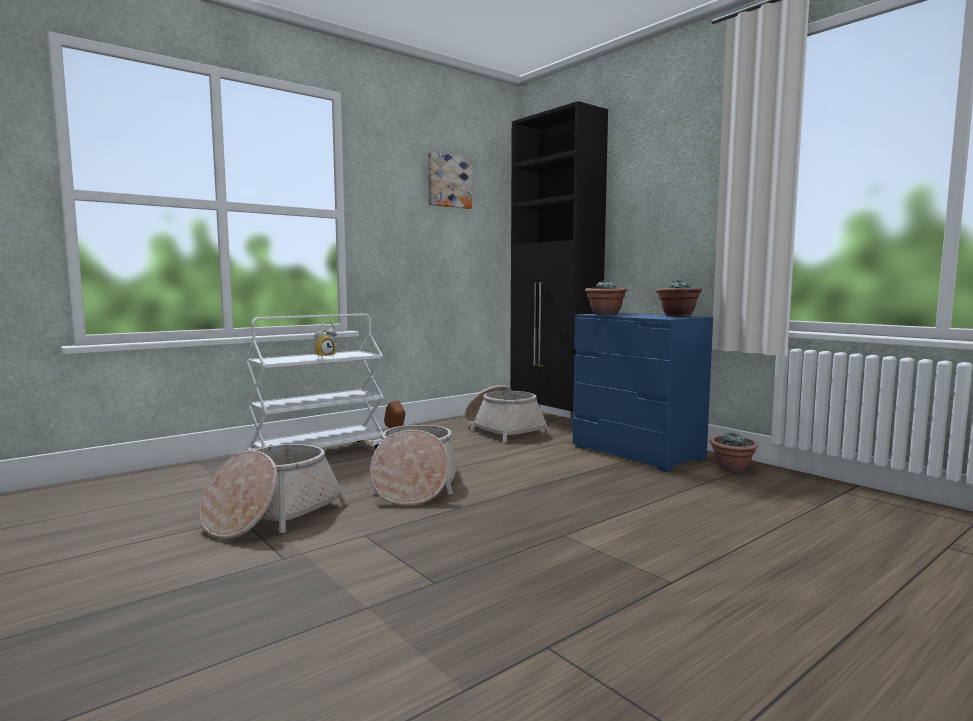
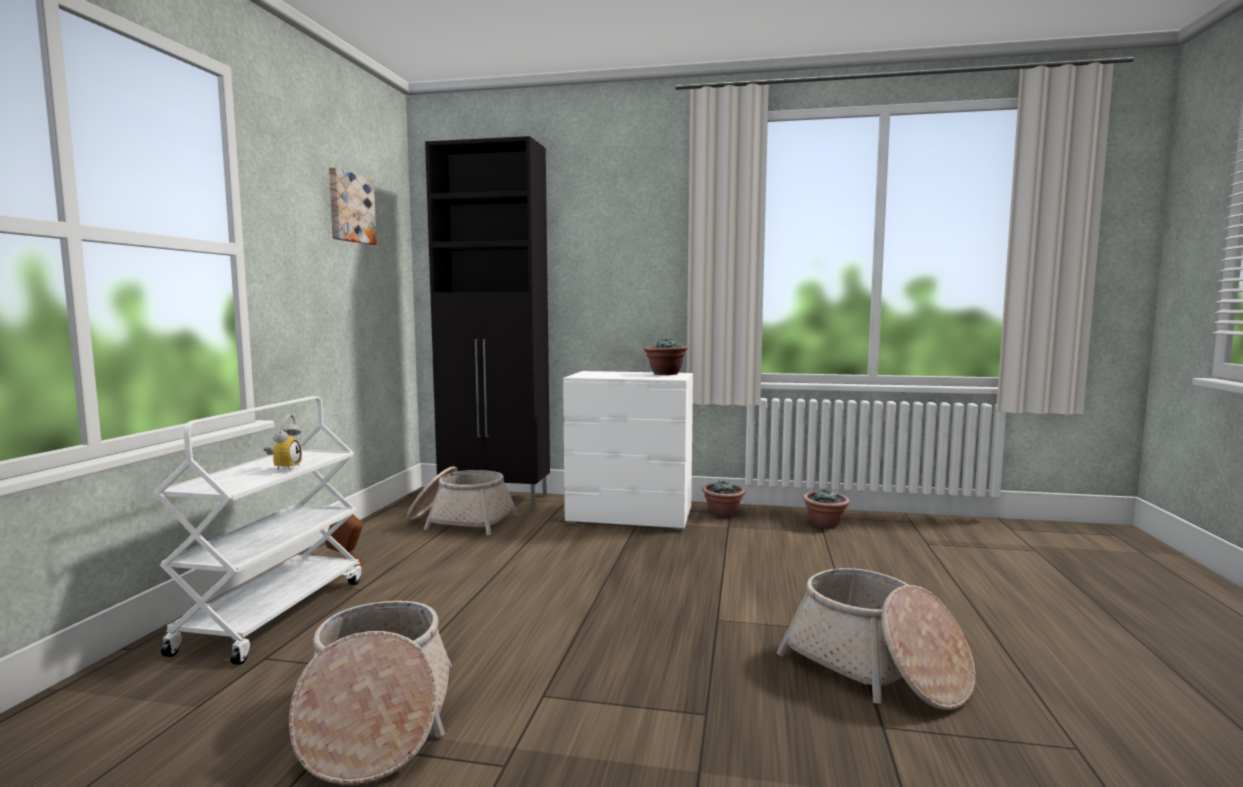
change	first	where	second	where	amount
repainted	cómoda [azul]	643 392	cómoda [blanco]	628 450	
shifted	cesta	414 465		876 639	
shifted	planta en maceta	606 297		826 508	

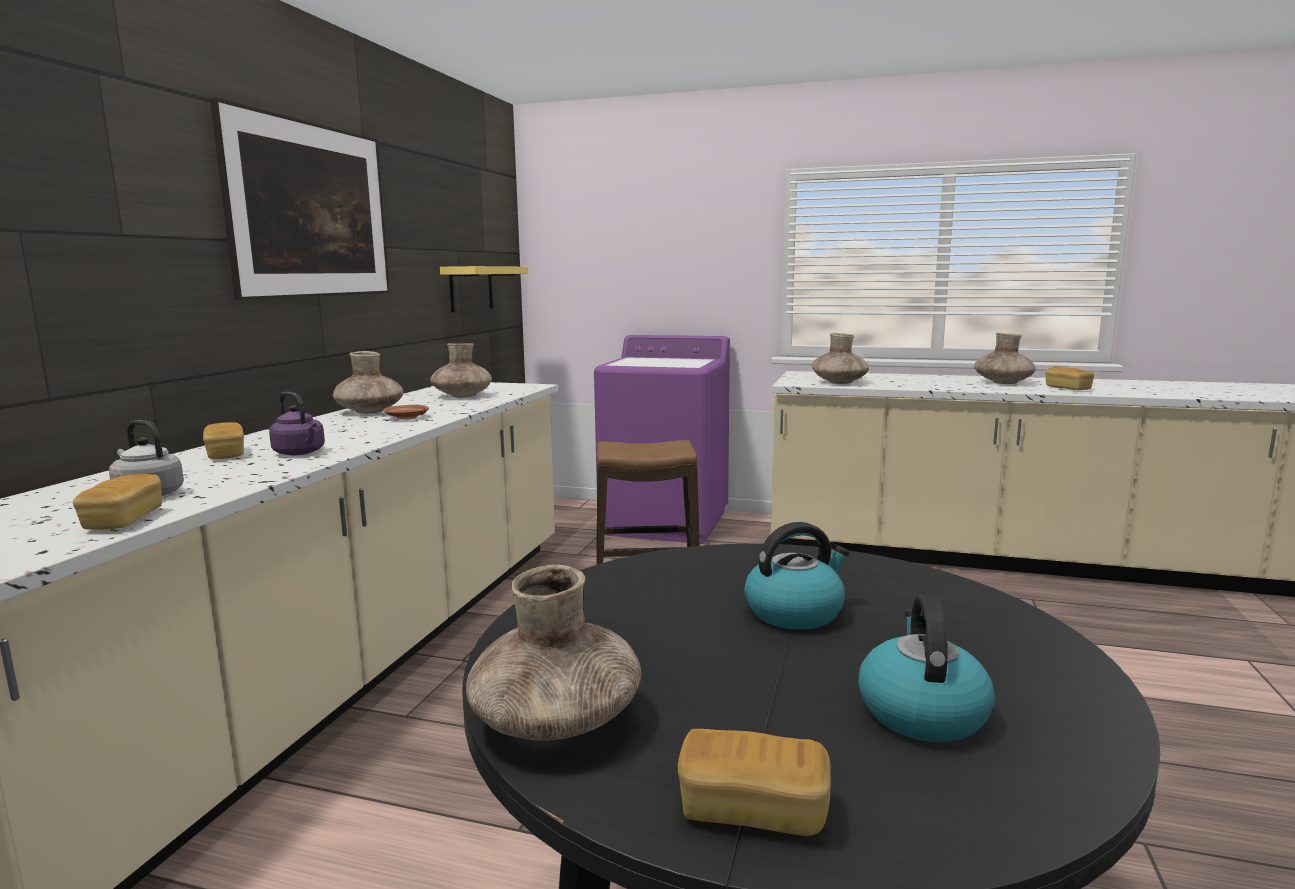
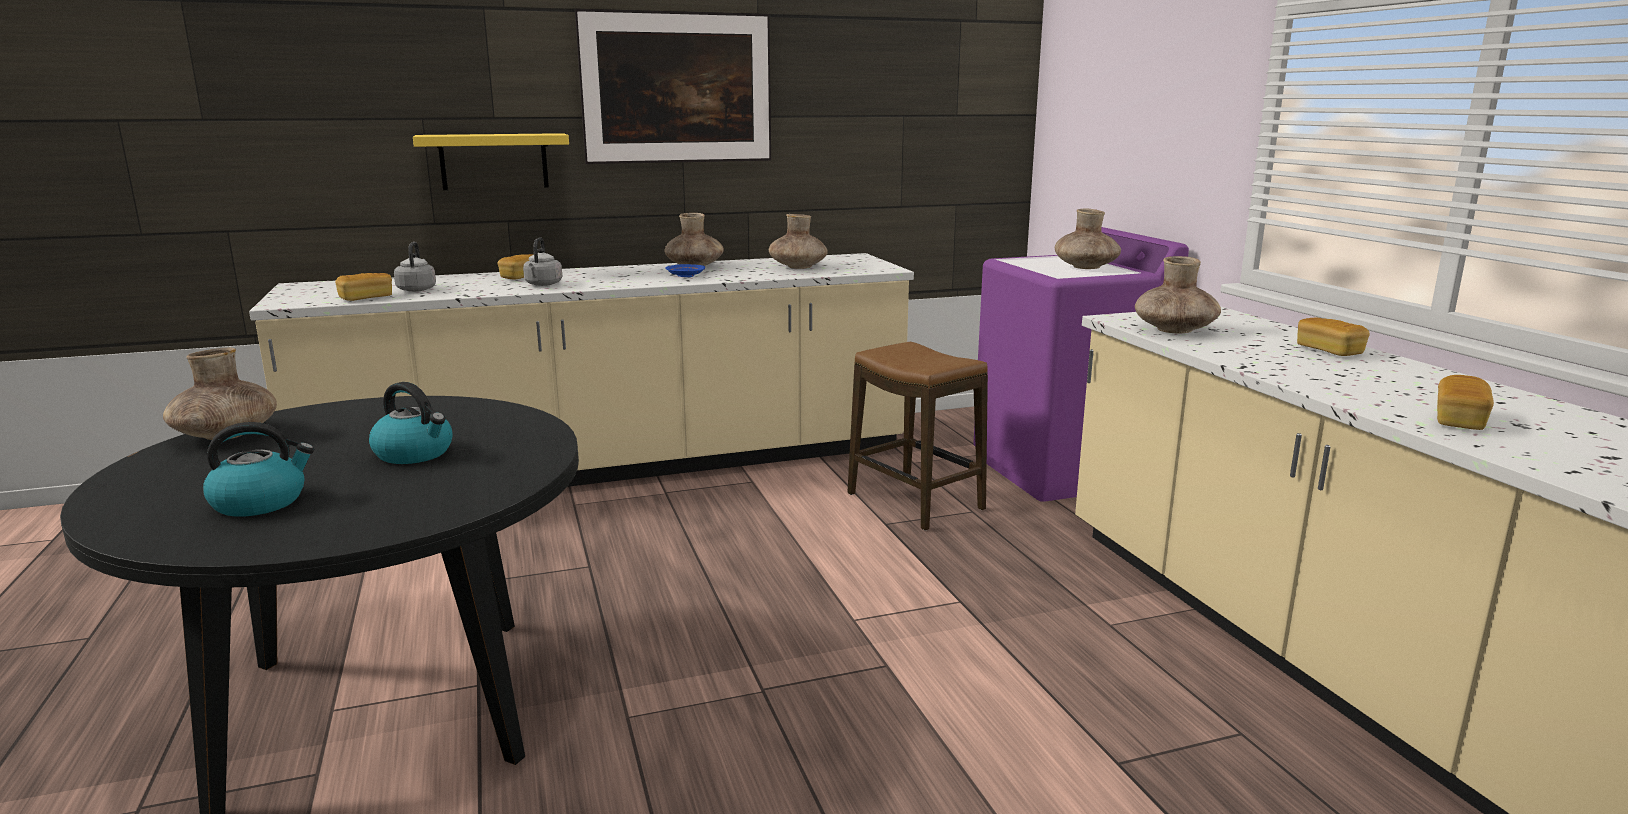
change	first	where	second	where	amount
shifted	estante [amarillo]	484 289		491 161	
repainted	hervidor [morado]	297 423	hervidor [gris]	542 261	
repainted	plato [marrón]	406 412	plato [azul]	685 270	
shifted	florero [marrón]	1005 358		1088 239	
shifted	pan	754 782		1333 337	

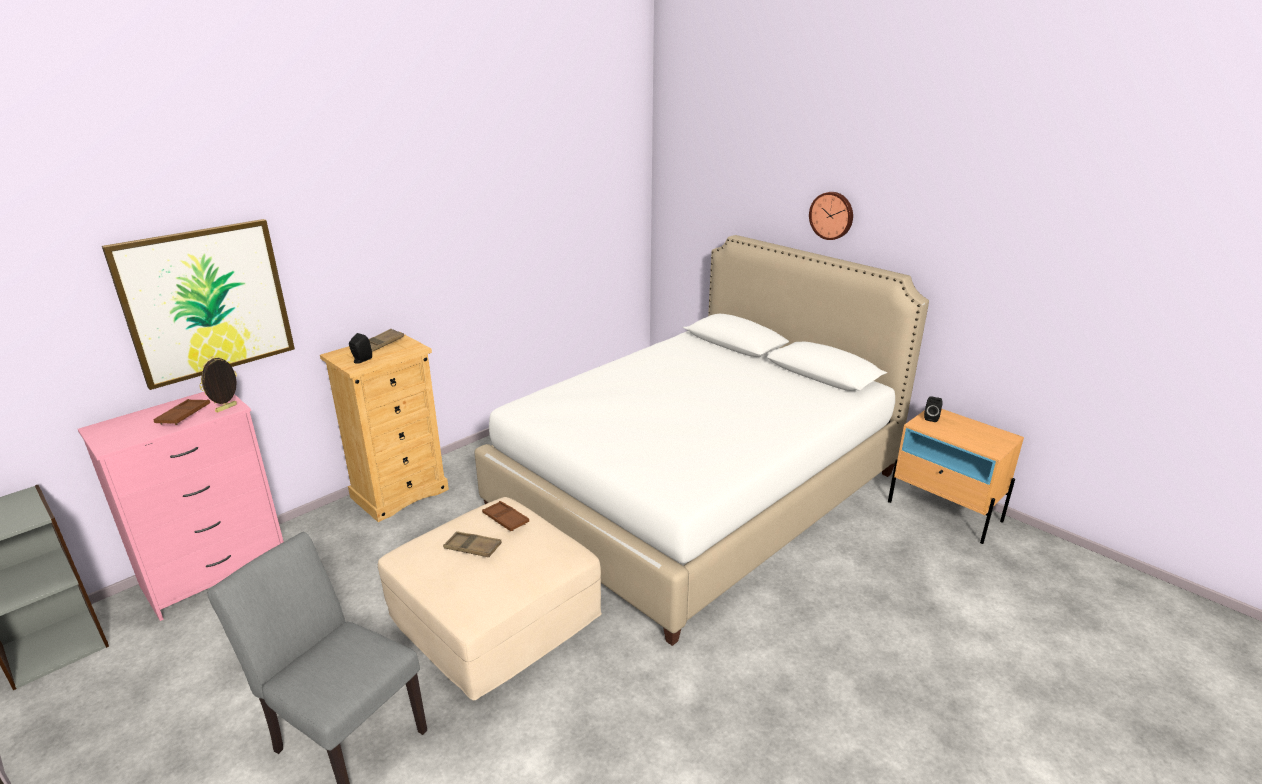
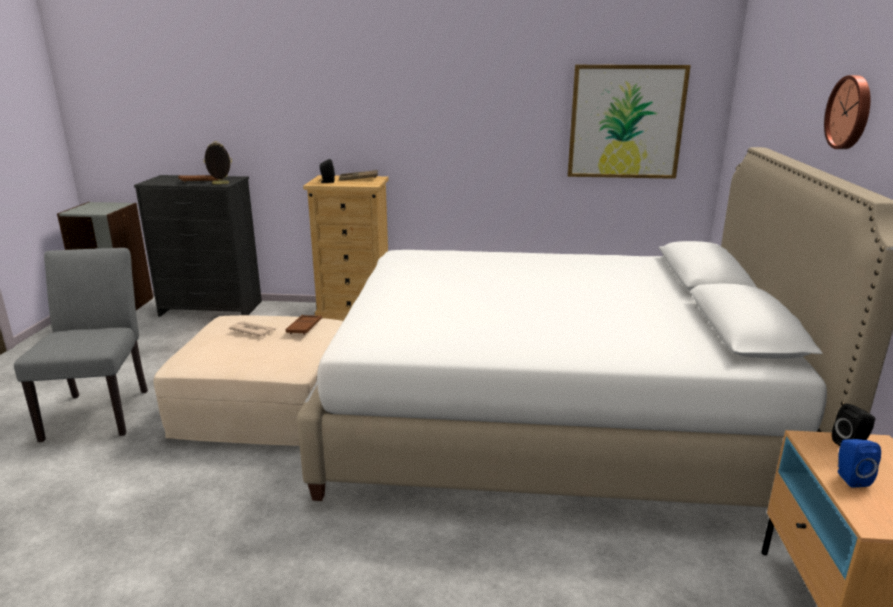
change	first	where	second	where	amount
repainted	cómoda [rosa]	181 506	cómoda [negro]	198 246	
swapped	bandeja [marrón]	472 544	periódico	252 329	
shifted	cuadro	198 304		629 122	
new			altavoz [azul]	859 463	

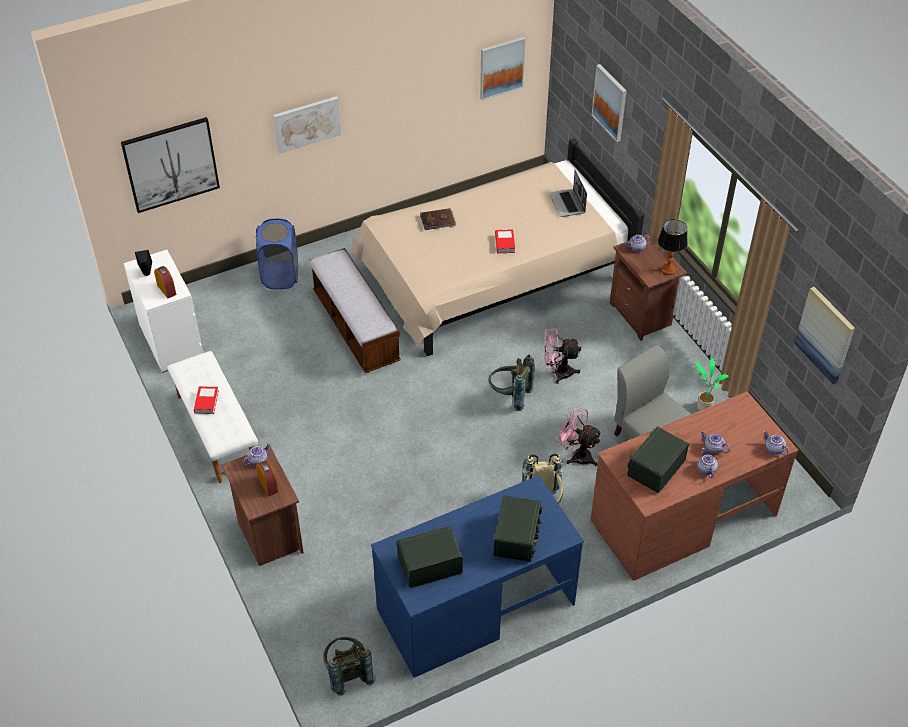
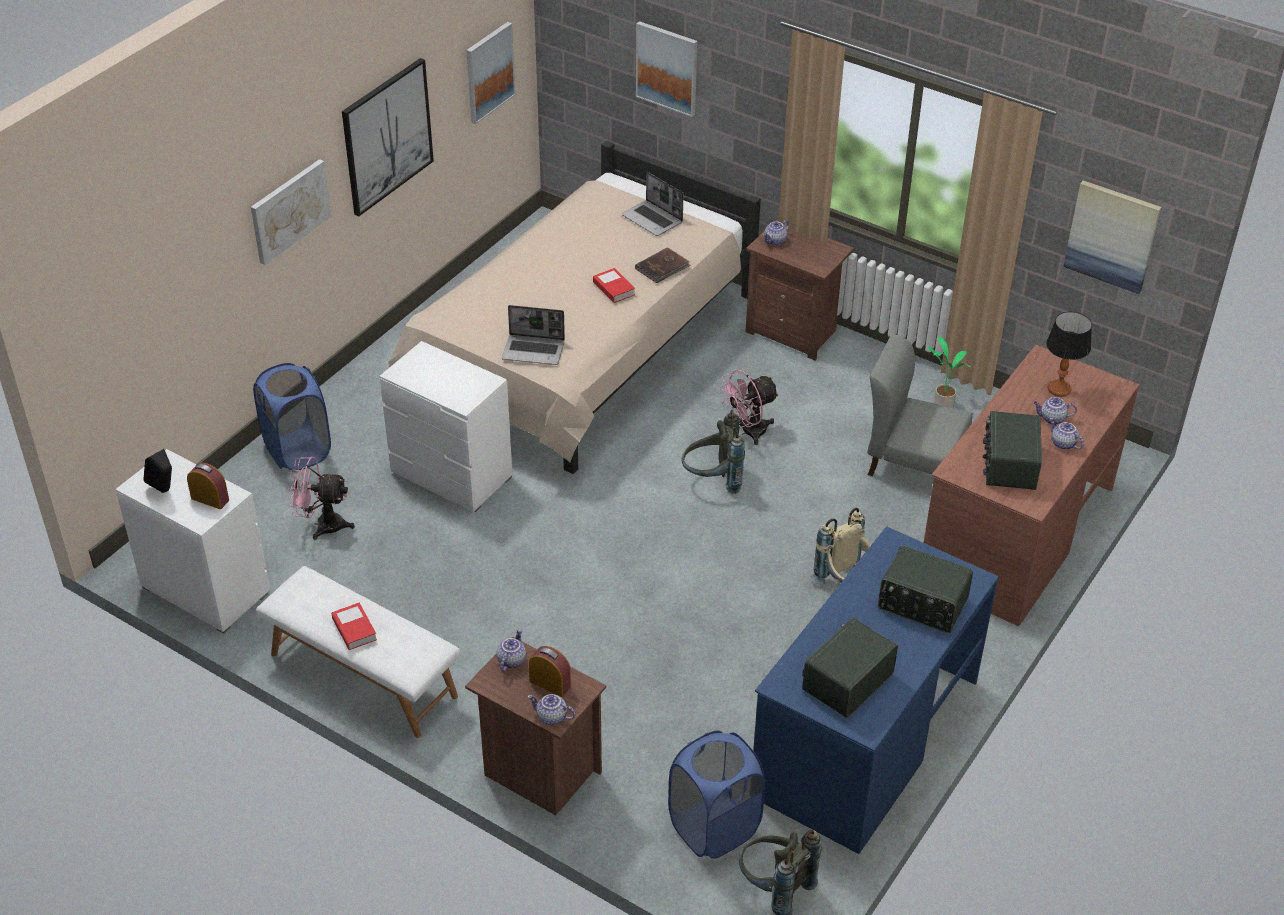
change	first	where	second	where	amount
shifted	ventilador [rosa]	579 436		321 498	
shifted	cuadro	170 165		388 137	
swapped	banco	355 310	cómoda [blanco]	445 426	
new			portátil	533 335	
shifted	tetera	776 443		551 709	
shifted	libro [marrón]	438 219		663 265	
new			cesto de la ropa [azul]	716 795	
rotated	radio	517 528		925 589	135 degrees clockwise
shifted	lámpara de mesa	673 247		1069 354	

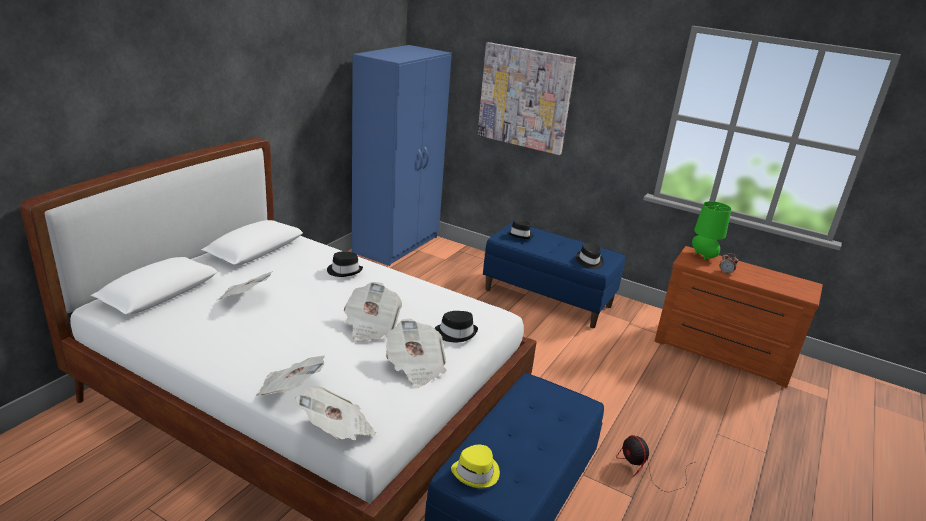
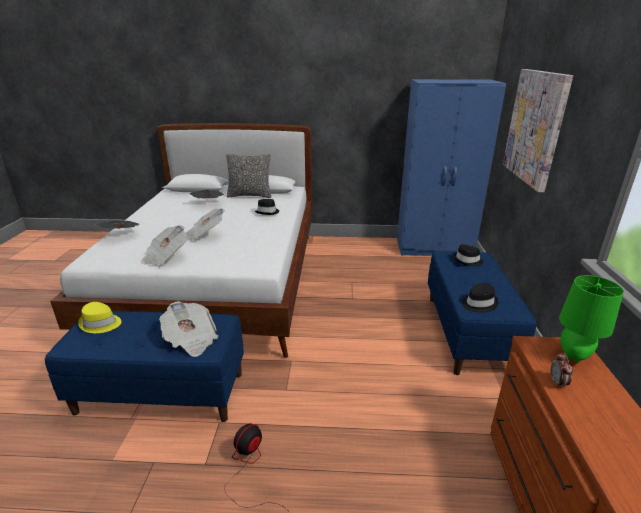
change	first	where	second	where	amount
shifted	periódico	336 413		188 329	
new			cojín	248 176	
gone	sombrero [negro]	456 326			

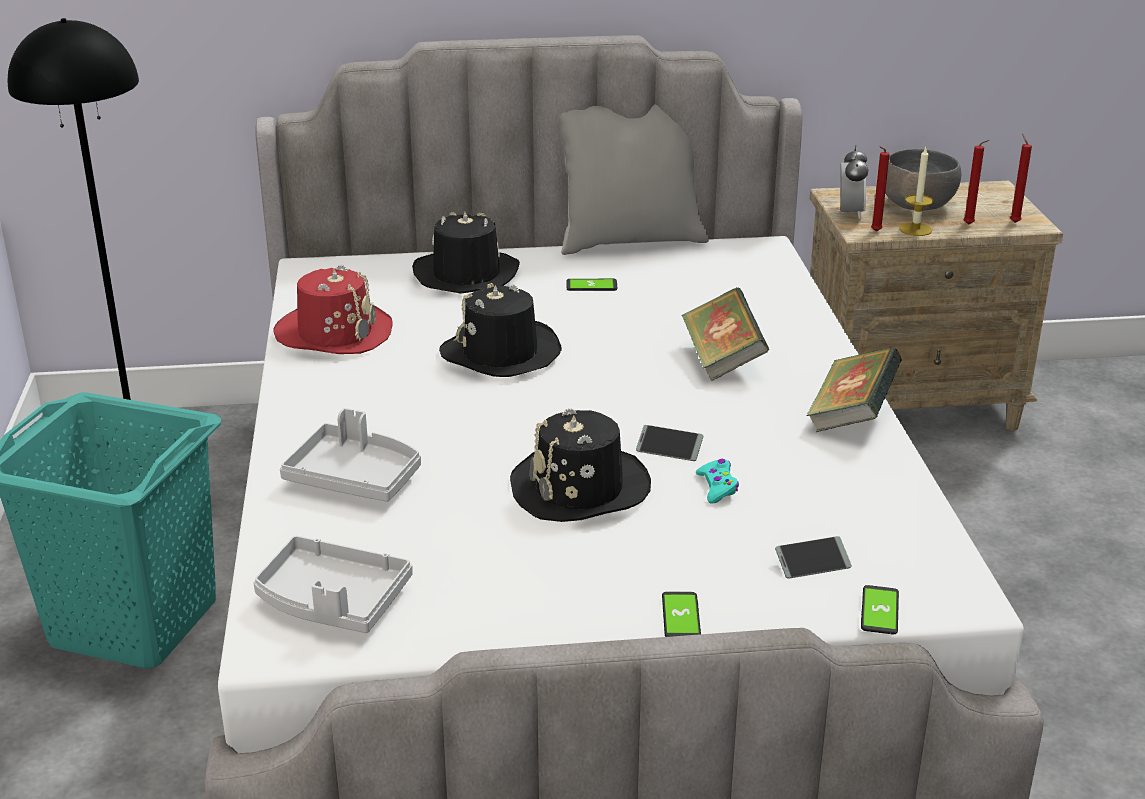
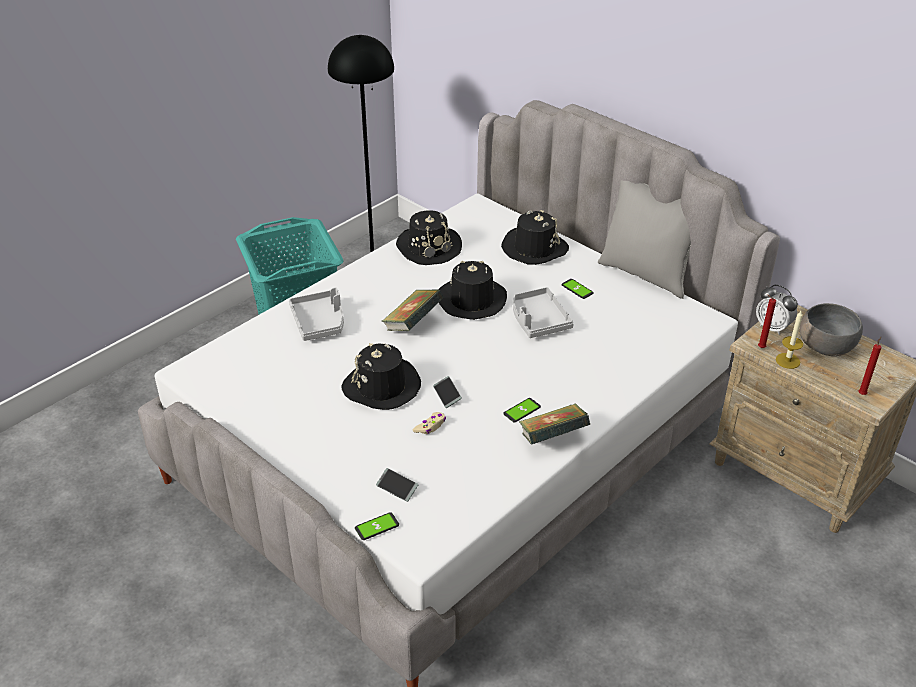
change	first	where	second	where	amount
shifted	libro	725 334		412 310	
repainted	sombrero [rojo]	333 309	sombrero [negro]	429 237	
repainted	mando de consola [turquesa]	717 481	mando de consola [beis]	429 423	
shifted	móvil	681 614		522 410	
shifted	bandeja [gris]	333 584		543 312	
rotated	despertador	854 182		777 310	75 degrees clockwise
gone	vela [rojo]	976 182			

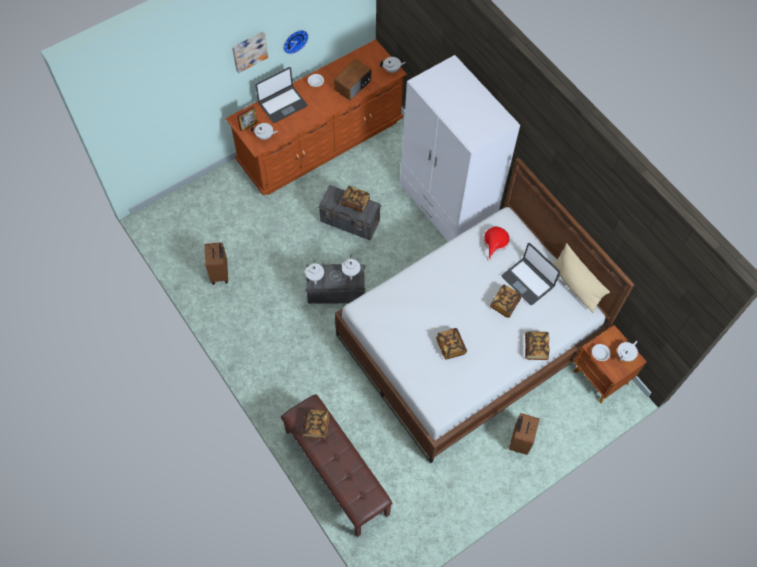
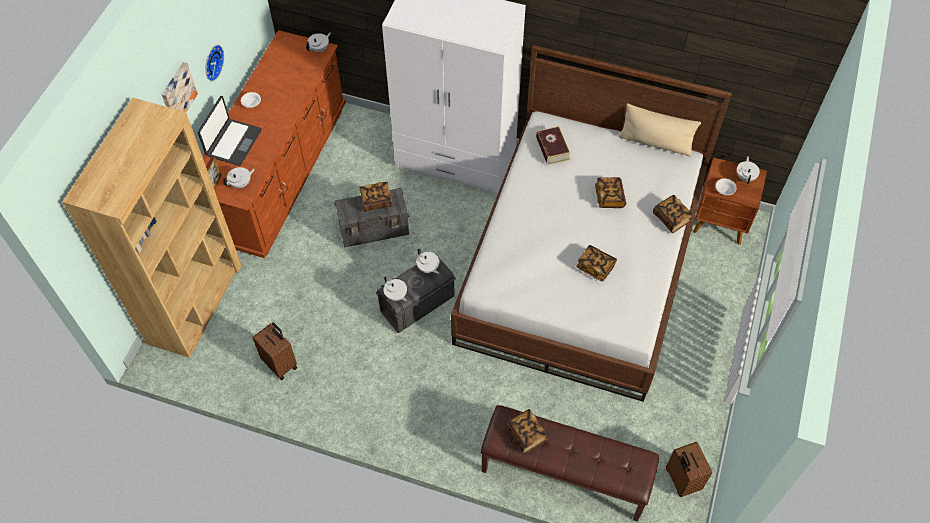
change	first	where	second	where	amount
new			estantería [marrón]	151 228	
swapped	sombrero [rojo]	496 244	libro	553 145	
shifted	maleta [marrón]	524 434		689 469	
gone	radio	352 79			
gone	portátil	531 274			

